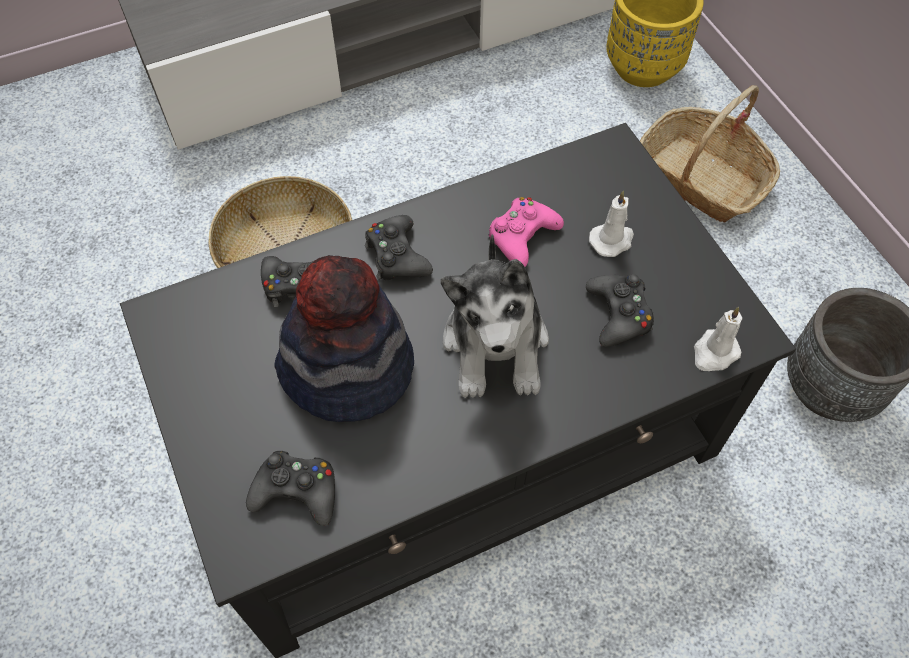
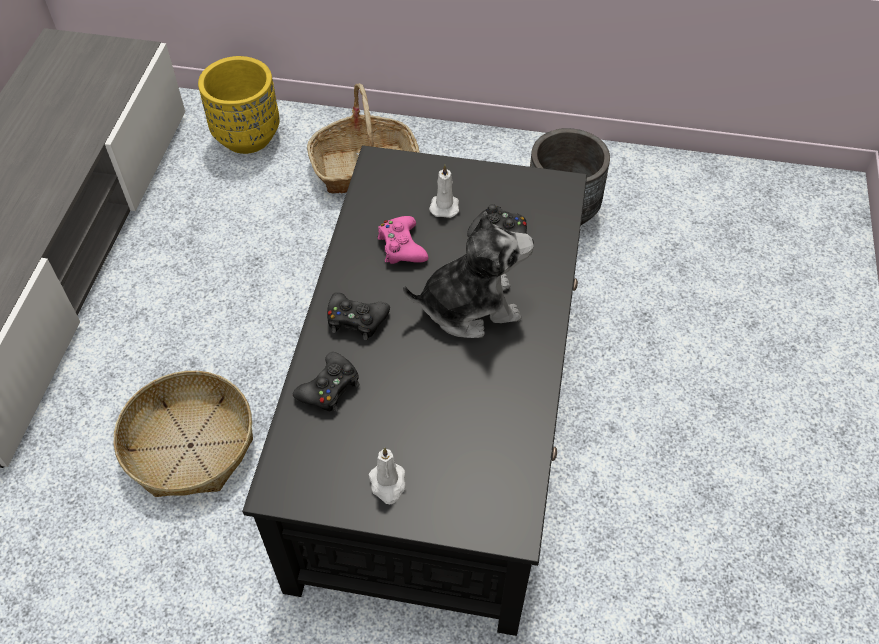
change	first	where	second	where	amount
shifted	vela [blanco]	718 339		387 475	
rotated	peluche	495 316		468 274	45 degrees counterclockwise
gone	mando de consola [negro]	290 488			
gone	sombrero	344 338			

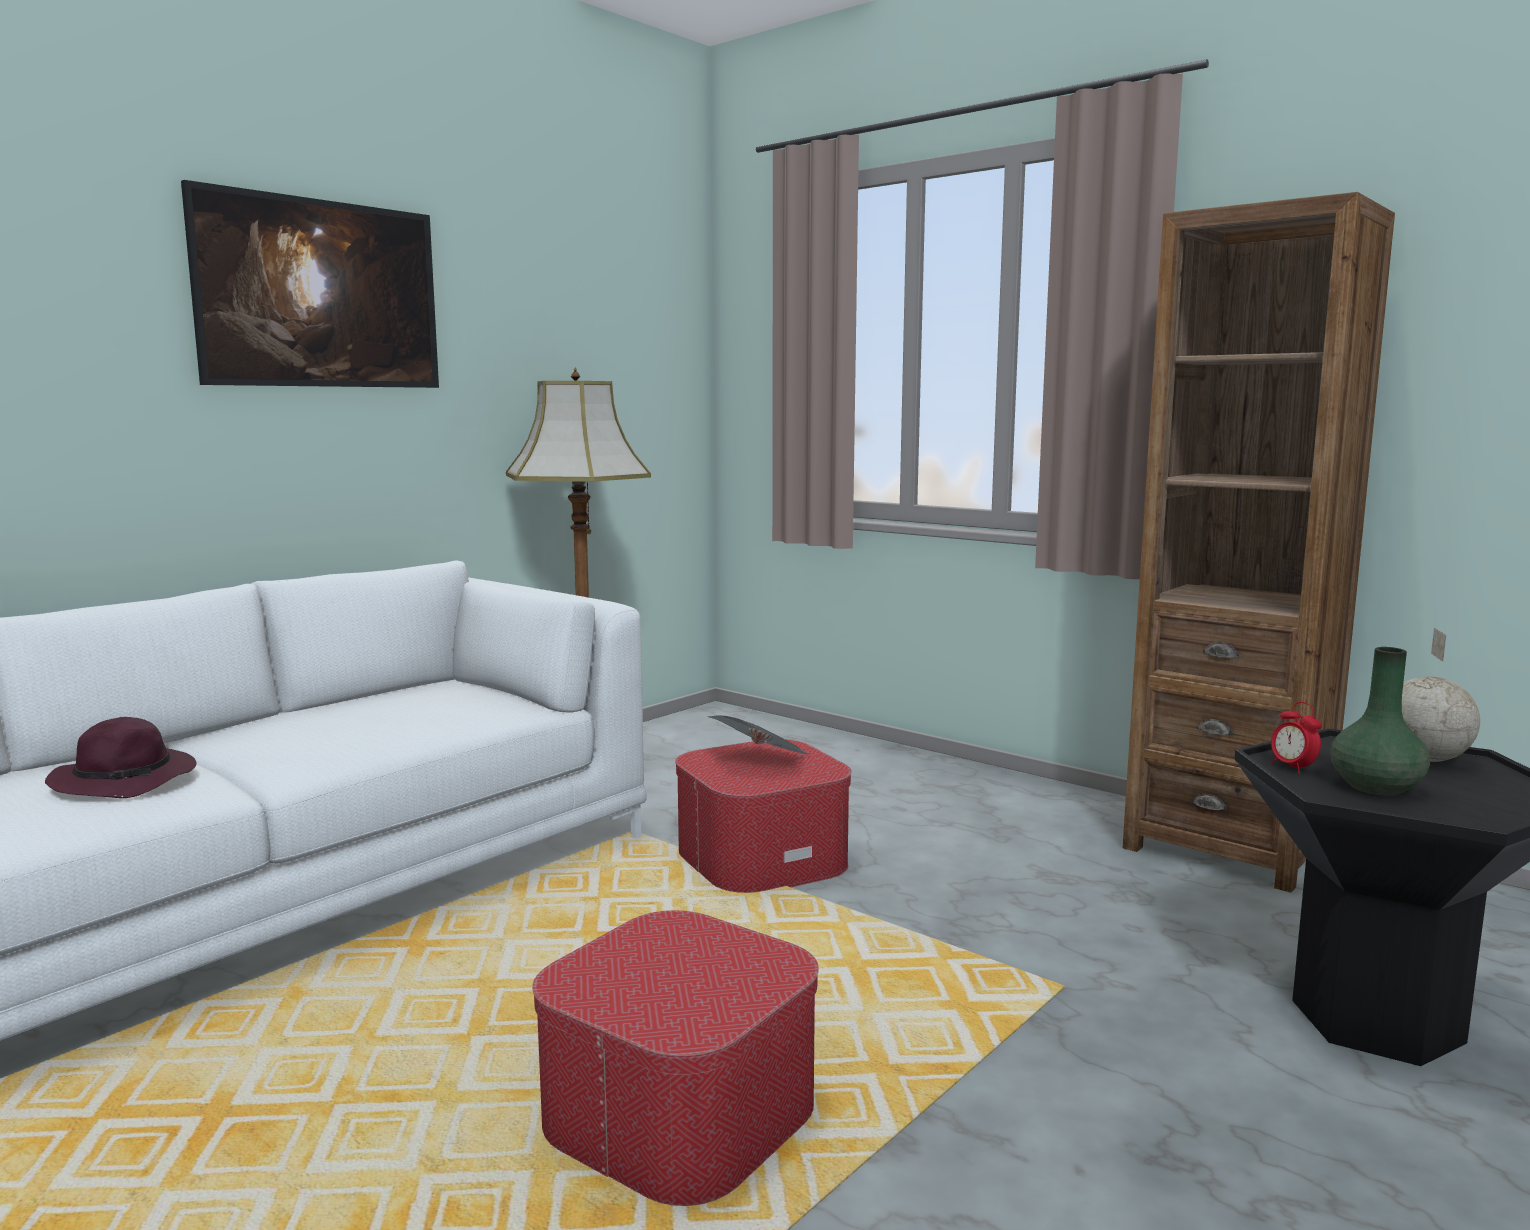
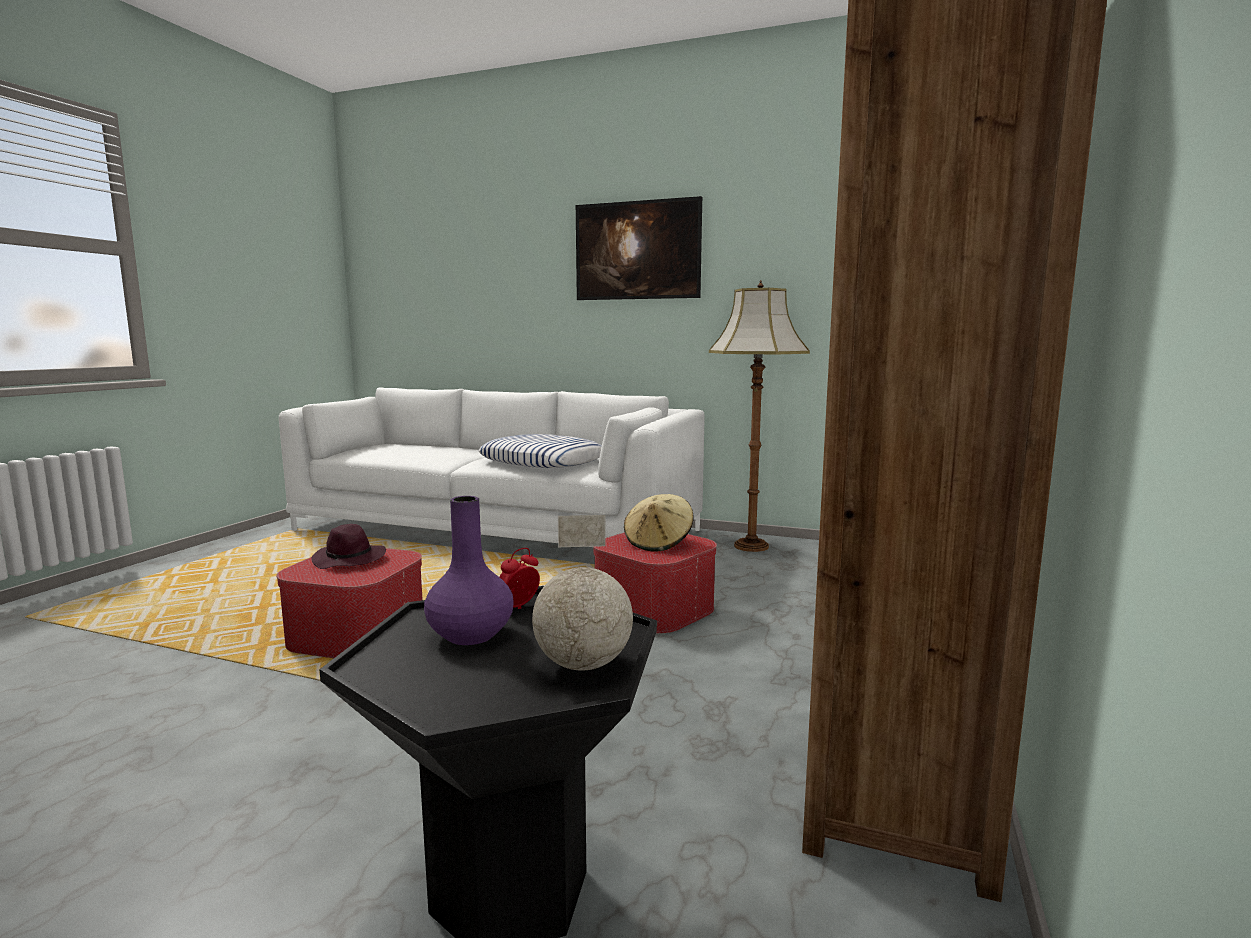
change	first	where	second	where	amount
shifted	sombrero [morado]	121 757		349 546	
repainted	florero [verde]	1380 721	florero [morado]	469 570	
new			cojín	540 451	
swapped	periódico	759 734	sombrero [beis]	658 523	

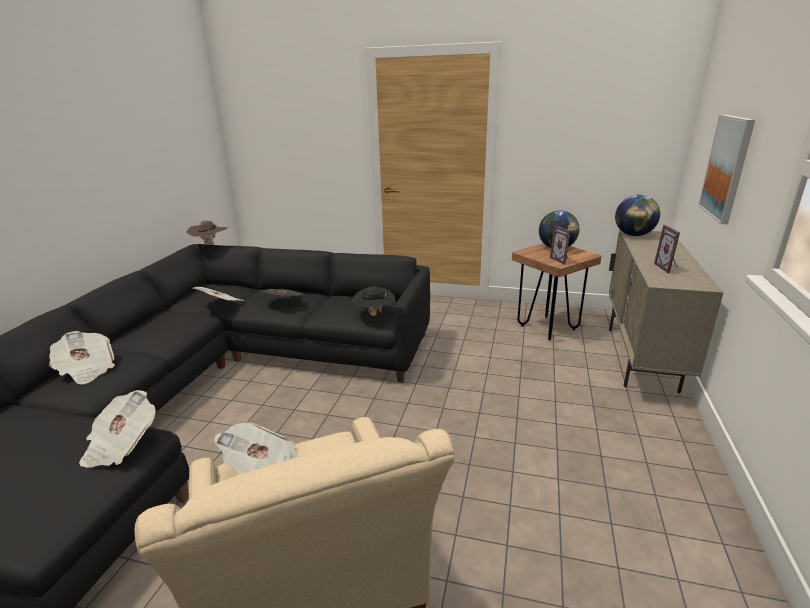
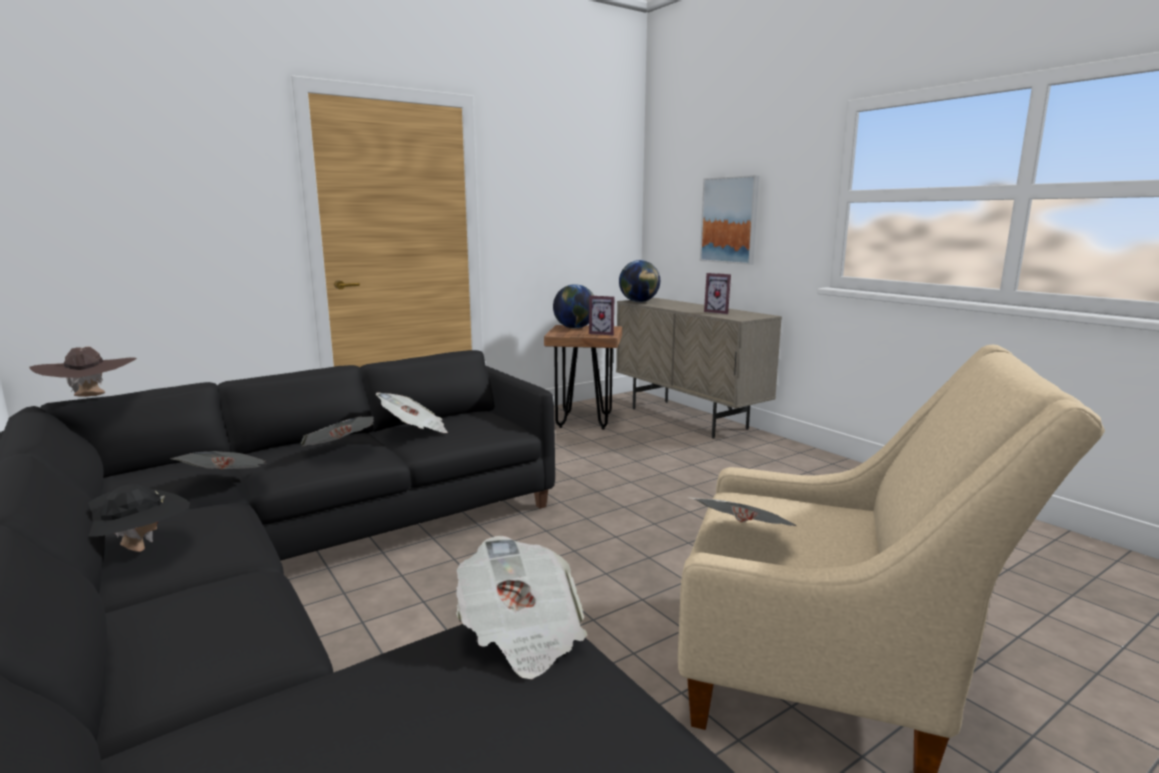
change	first	where	second	where	amount
shifted	sombrero [negro]	373 301		139 518	
shifted	periódico	82 357		412 413	

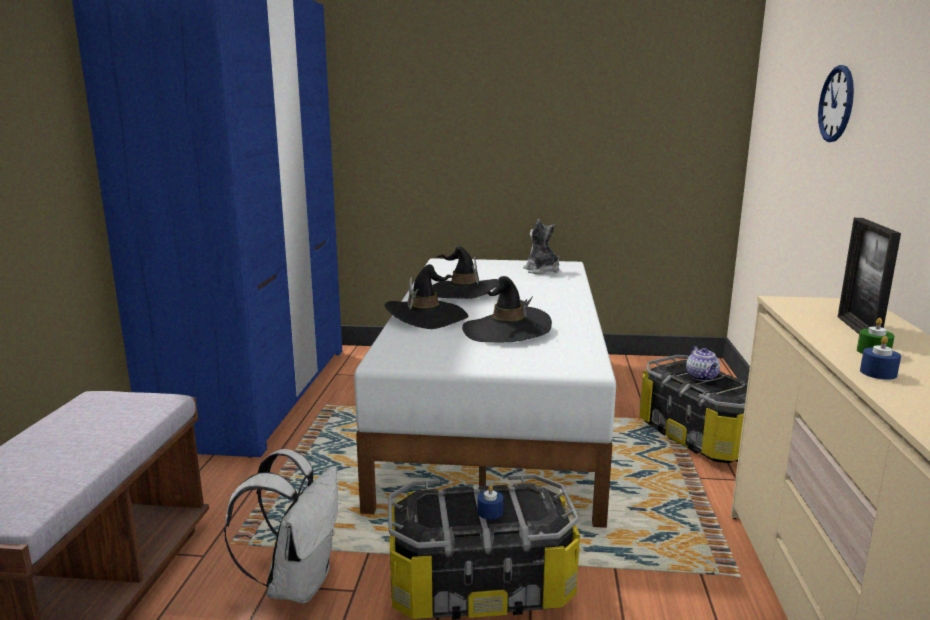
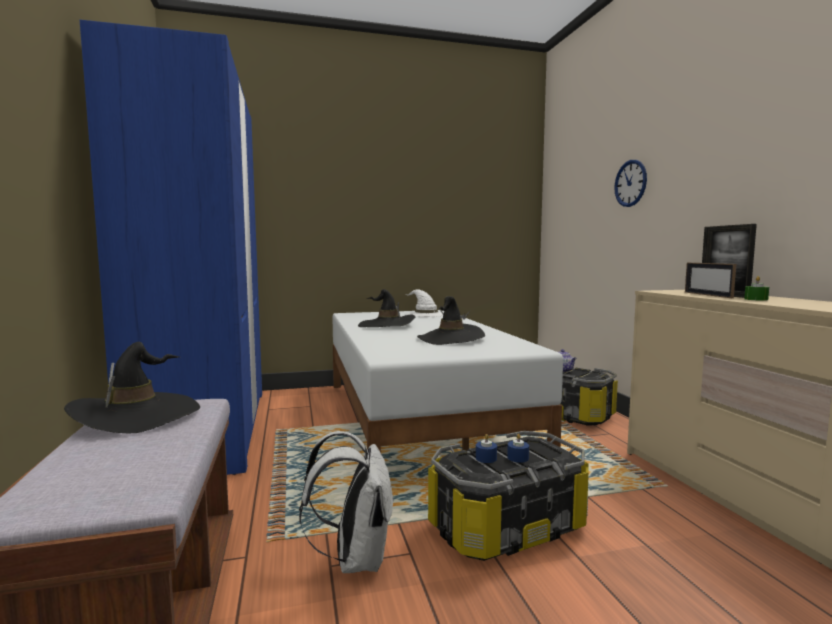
change	first	where	second	where	amount
shifted	sombrero [negro]	427 296		132 387	
swapped	peluche	541 247	sombrero [blanco]	424 303	
shifted	vela [azul]	880 358		486 448	
new			portarretratos	710 280	

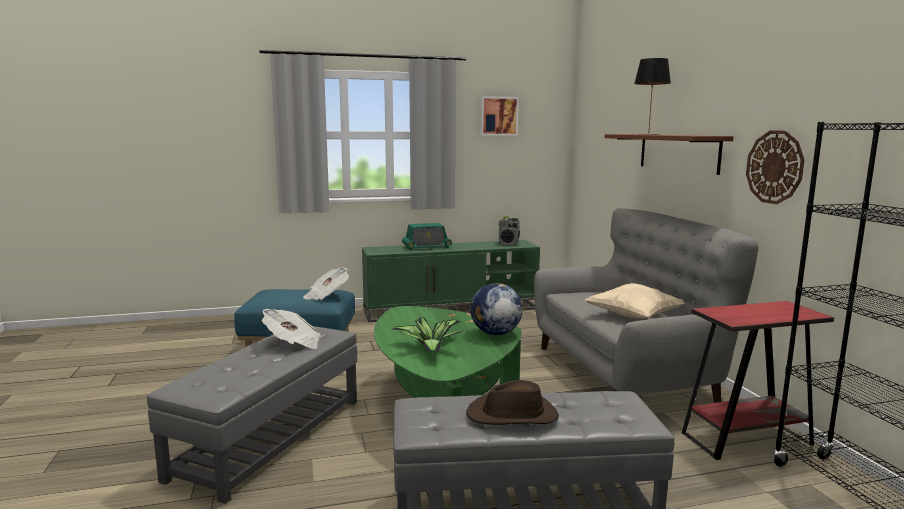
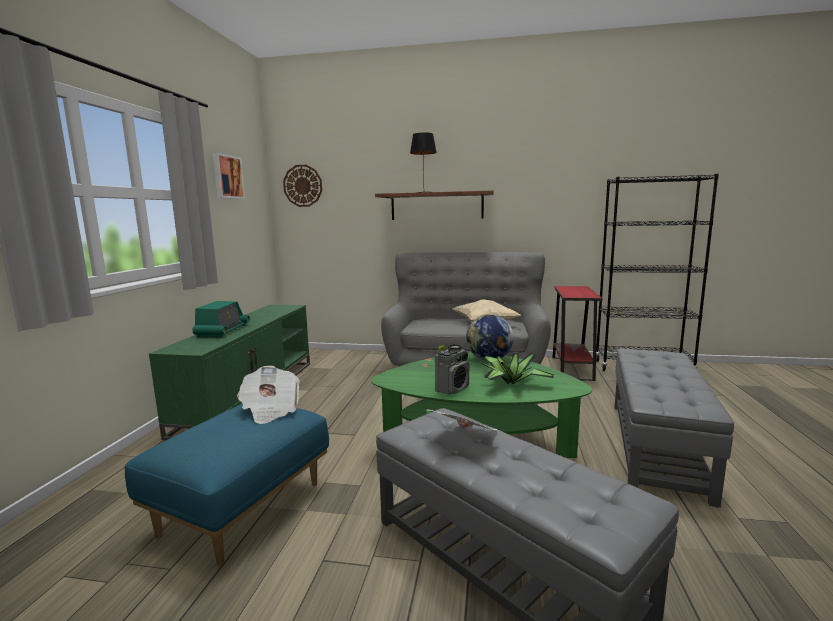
change	first	where	second	where	amount
shifted	reloj de pared	775 167		302 186	
shifted	radio	509 230		452 369	
gone	sombrero [marrón]	512 402			

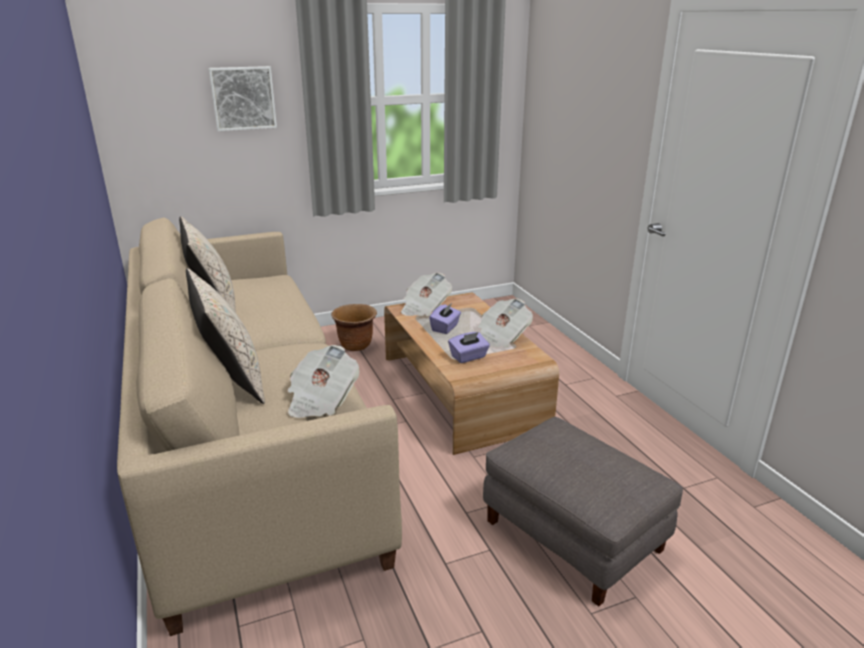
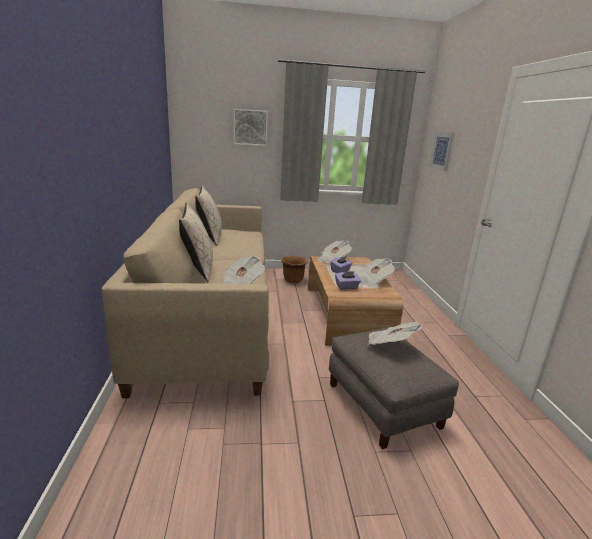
change	first	where	second	where	amount
new			periódico	394 333	
new			cuadro	441 151	

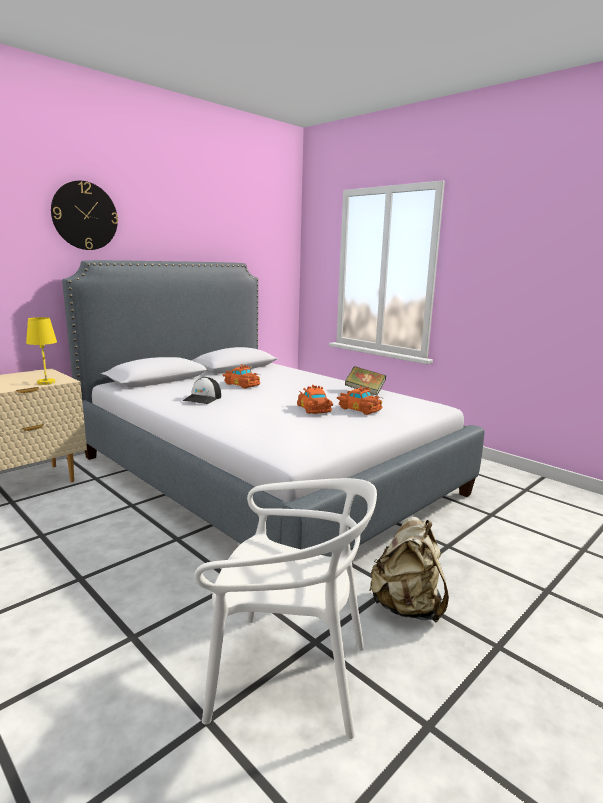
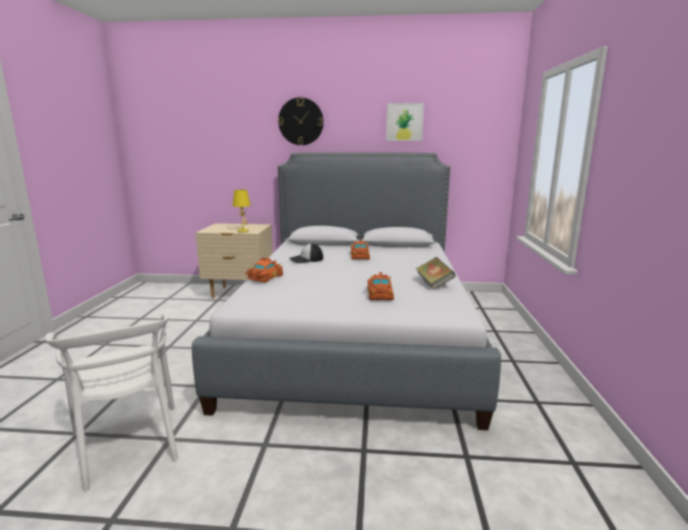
change	first	where	second	where	amount
shifted	coche de juguete [naranja]	315 399		264 269	
new			cuadro	405 122	
gone	mochila [beis]	409 569			

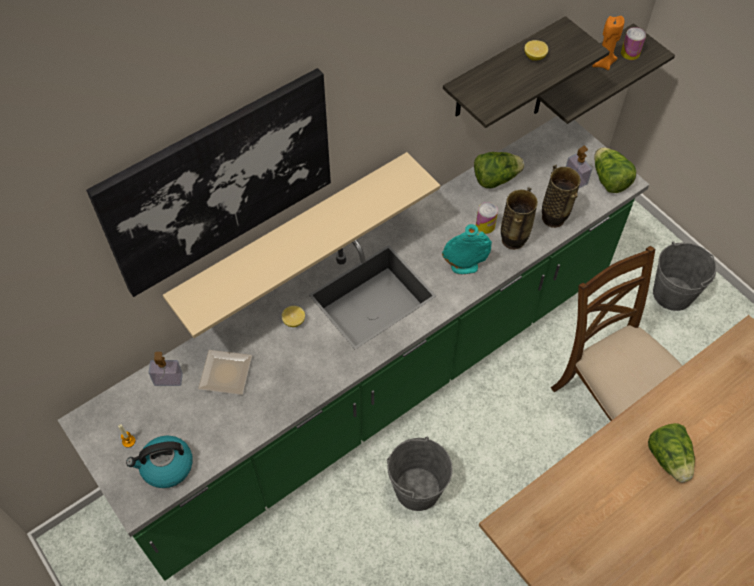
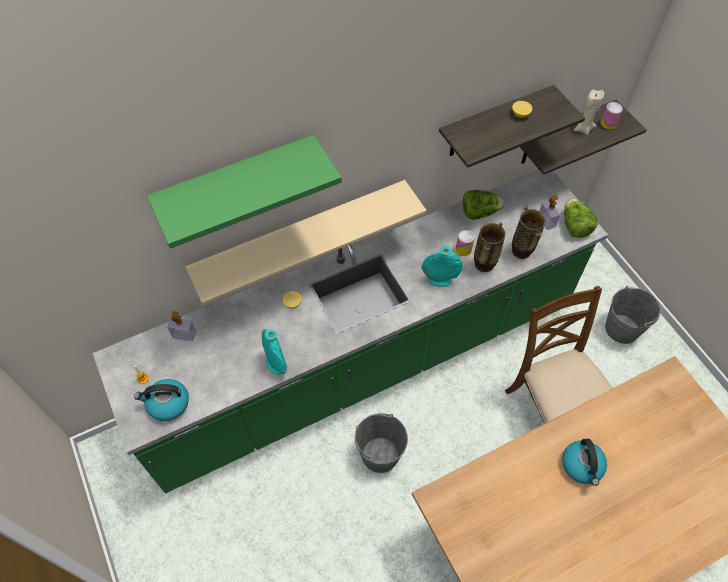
change	first	where	second	where	amount
swapped	cuadro	208 182	estante [verde]	244 191	
new			florero [turquesa]	274 352	
swapped	lechuga	671 453	hervidor	584 462	
repainted	vela [naranja]	608 43	vela [beis]	589 112	
gone	plato	225 372			

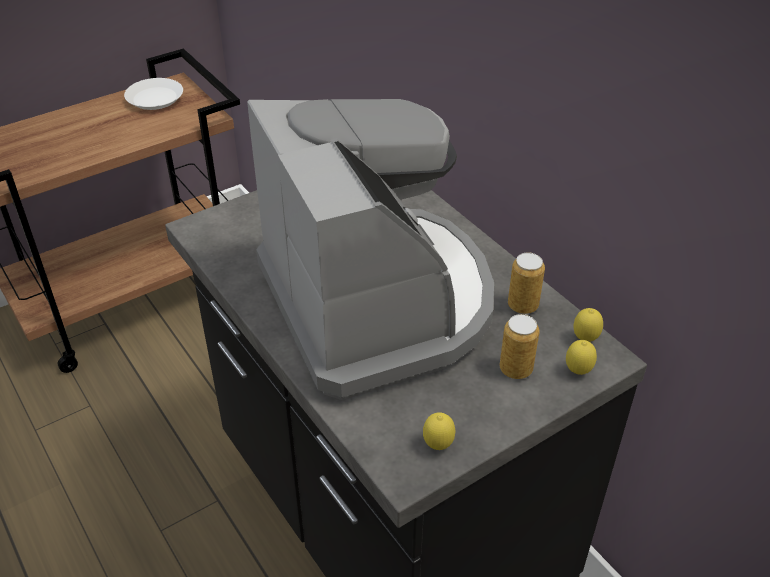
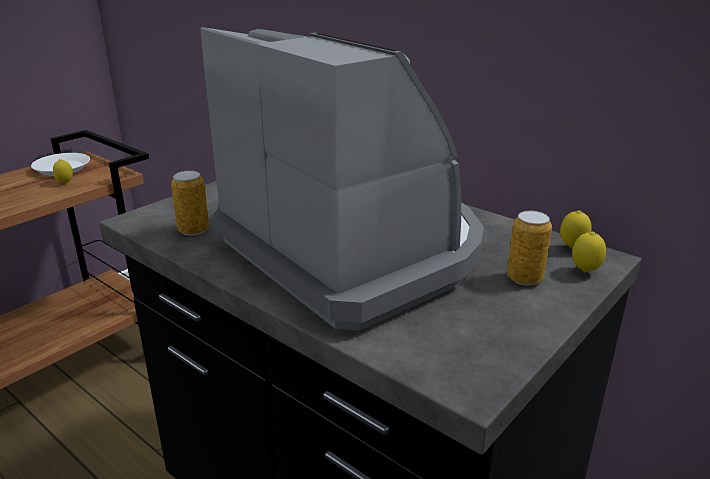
change	first	where	second	where	amount
shifted	limón	439 431		63 171	
shifted	lata	526 283		190 203	

